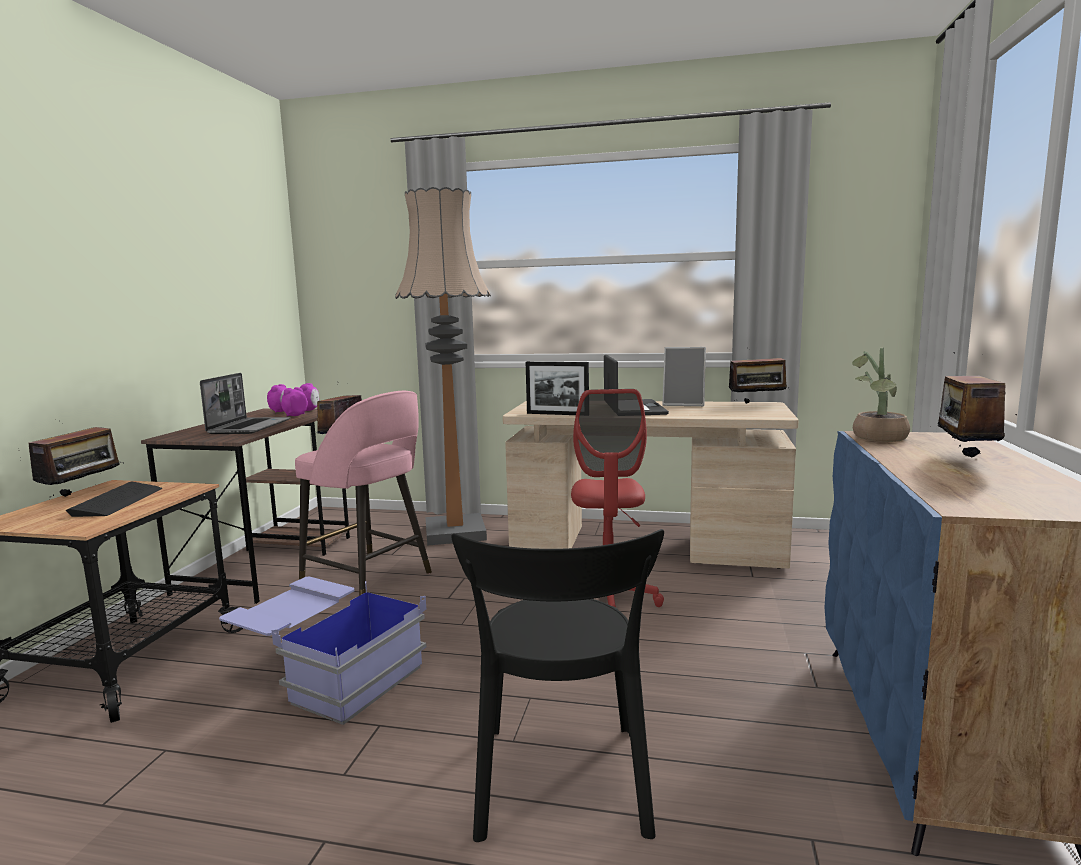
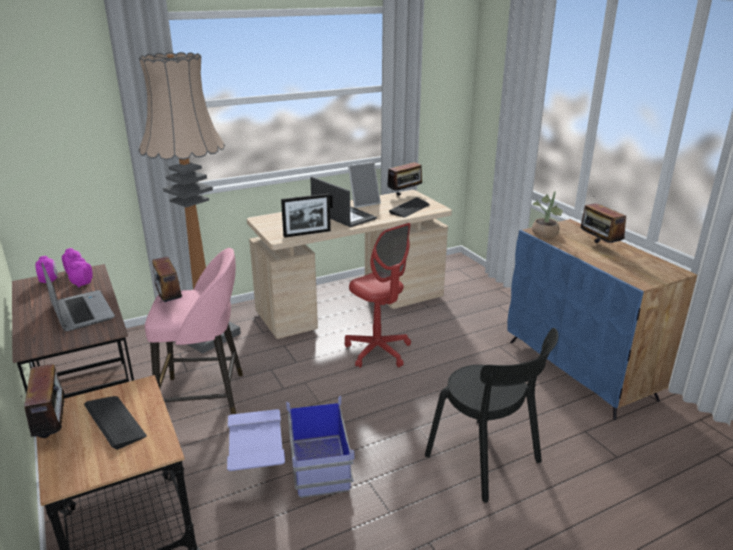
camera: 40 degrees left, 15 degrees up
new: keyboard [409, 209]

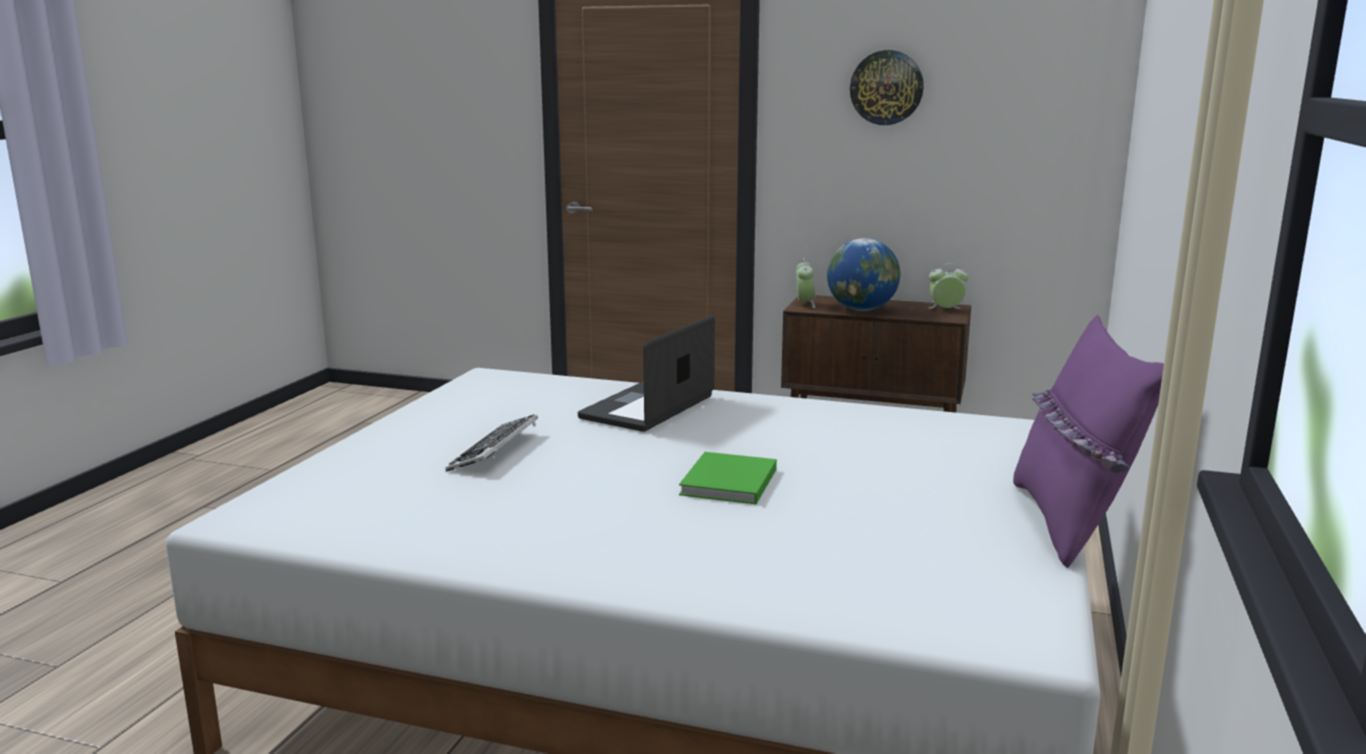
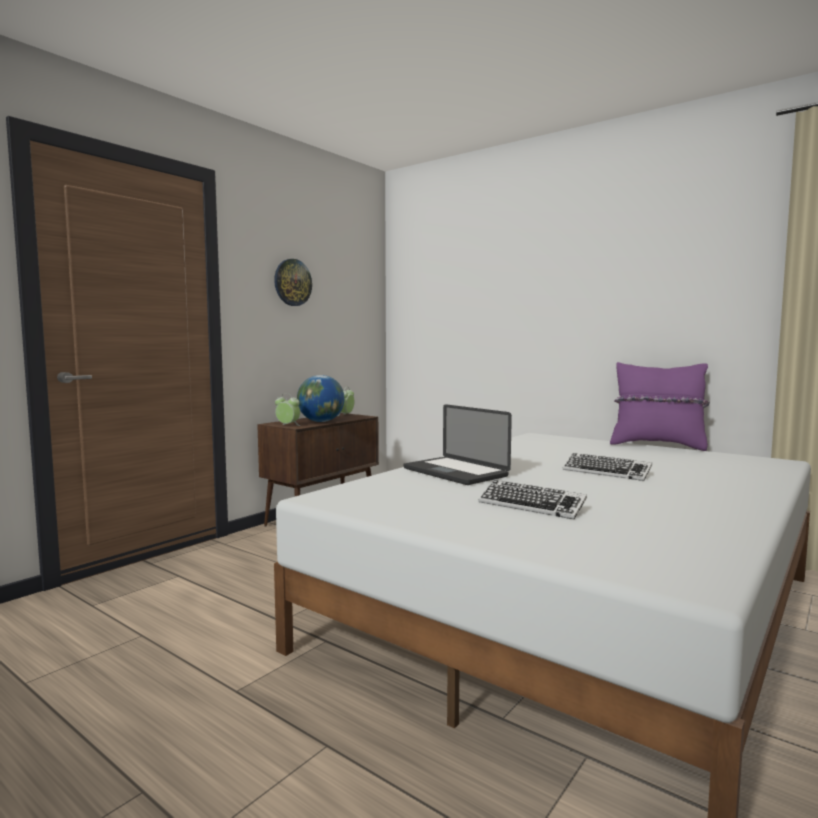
camera: 70 degrees left, 10 degrees down
swapped: green-coloured bound book [728, 483] to keyboard [606, 472]

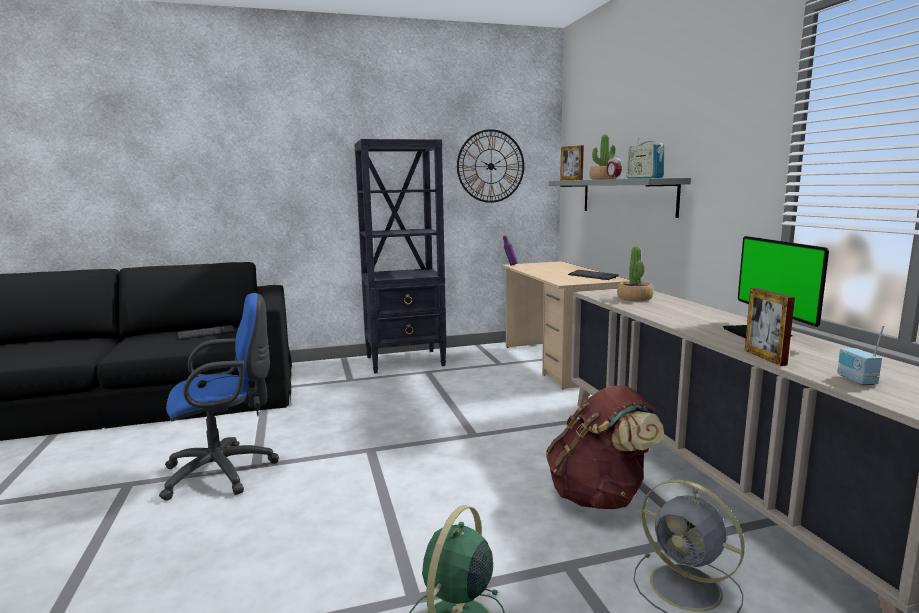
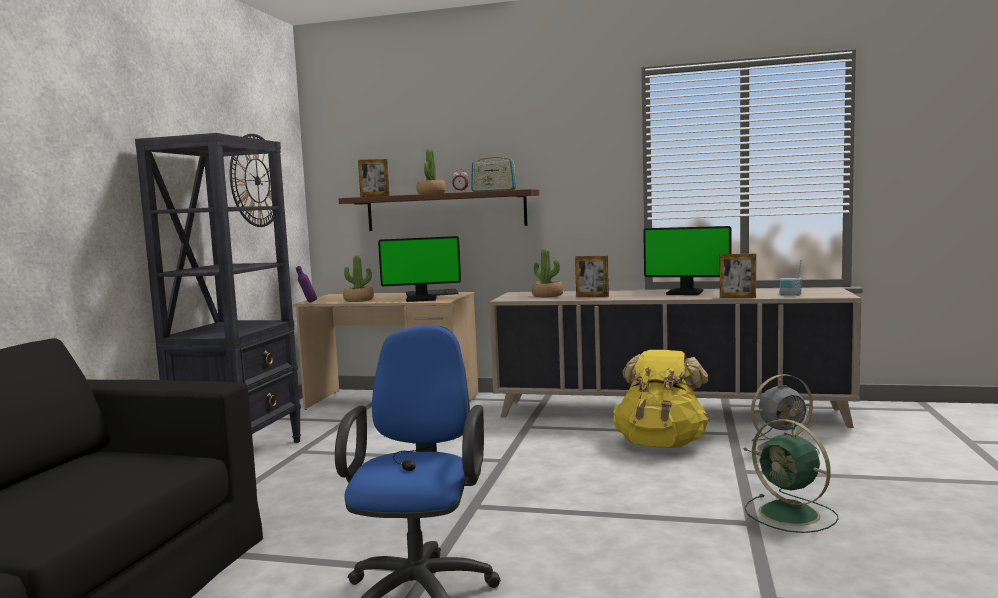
camera: 60 degrees left, 5 degrees down
gone: keyboard [206, 334]
new: computer display [422, 299]; plant in a pot [358, 300]; standing frame [592, 296]
repainted: gray shelf [626, 196] to brown-coloured shelf [445, 211]; brown-coloured rucksack [600, 496] to yellow-coloured rucksack [661, 444]

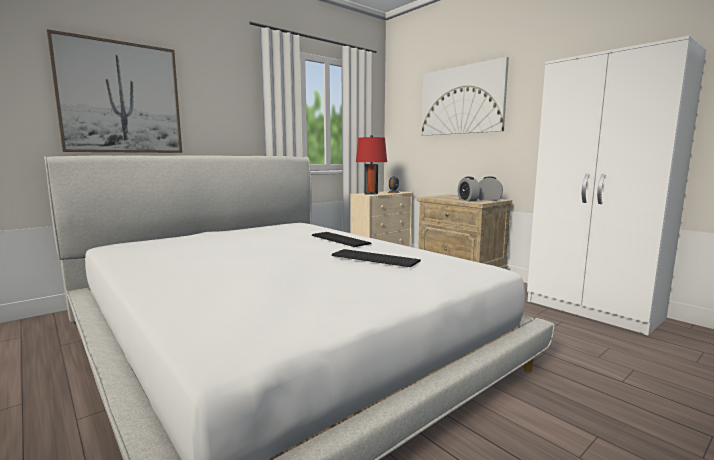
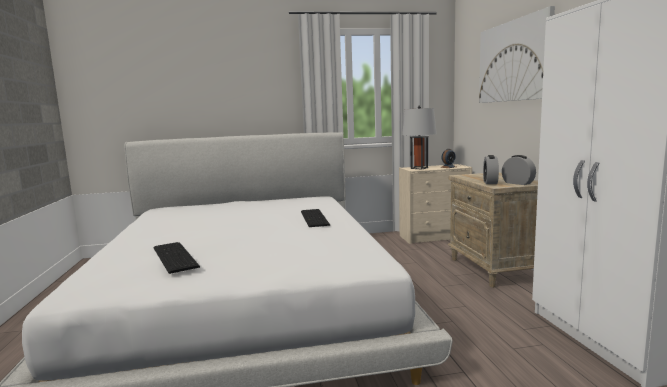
camera: 30 degrees right, 0 degrees up
gone: wall art [121, 98]
shifted: keyboard [375, 258] to [173, 257]
repainted: red lamp for a table [371, 193] to gray lamp for a table [419, 168]

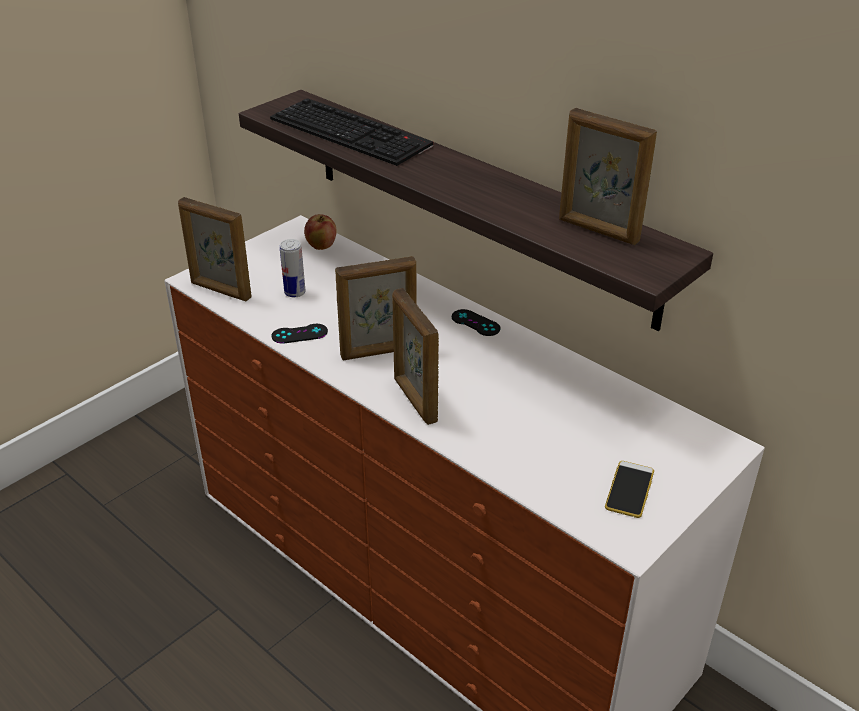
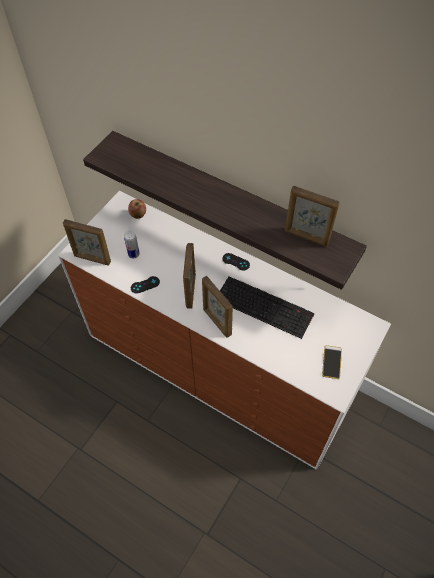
camera: 10 degrees left, 20 degrees up
shifted: keyboard [353, 132] to [265, 306]
rotated: standing frame [379, 352] = [190, 291] 120 degrees clockwise

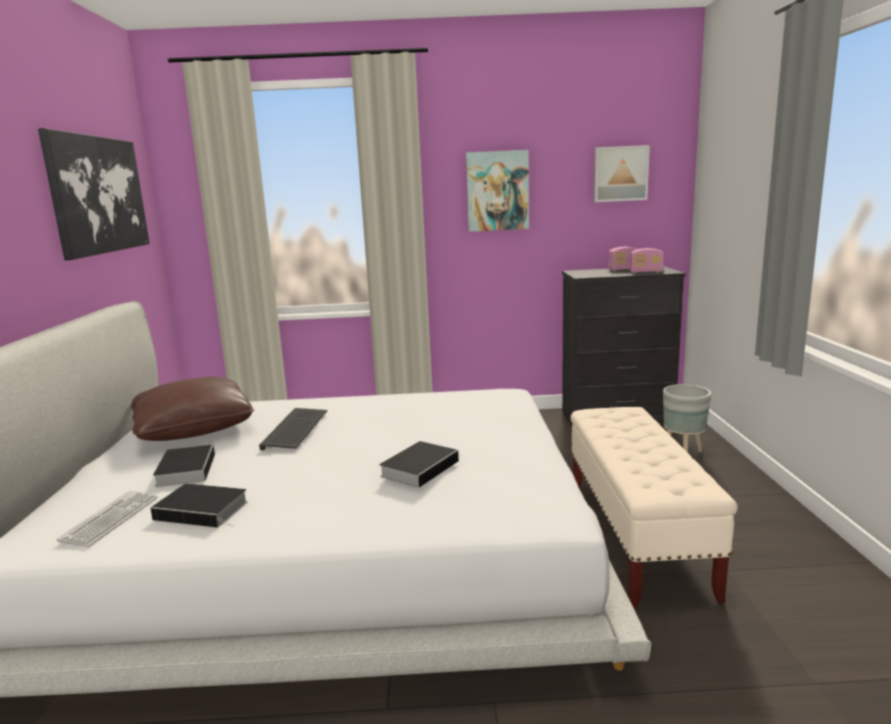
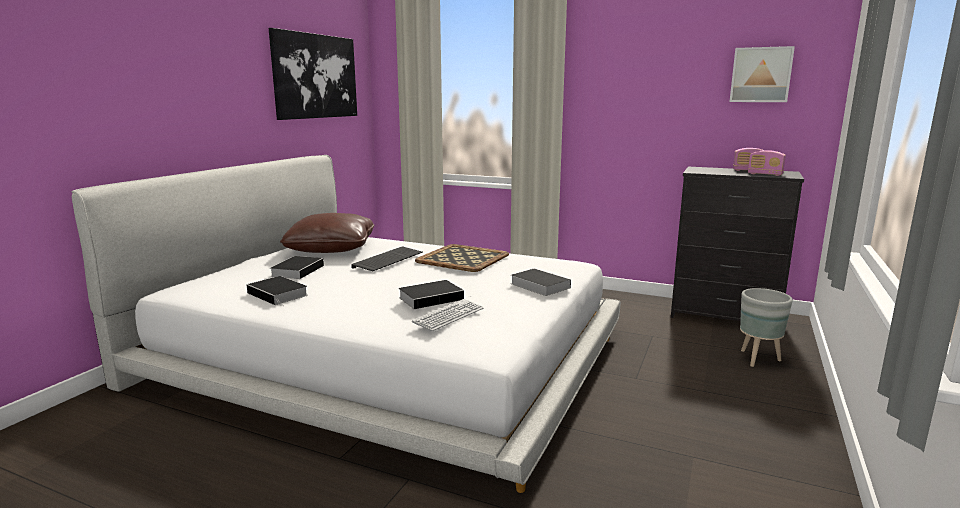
camera: 25 degrees right, 0 degrees up
gone: wall art [497, 191]; beige bench [636, 538]
new: carrying tray [464, 258]; bound book [538, 285]
shifted: keyboard [111, 519] to [449, 316]

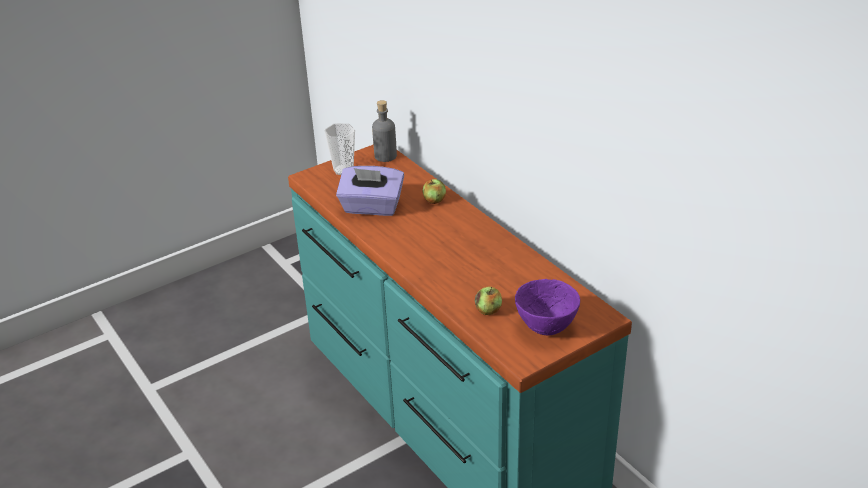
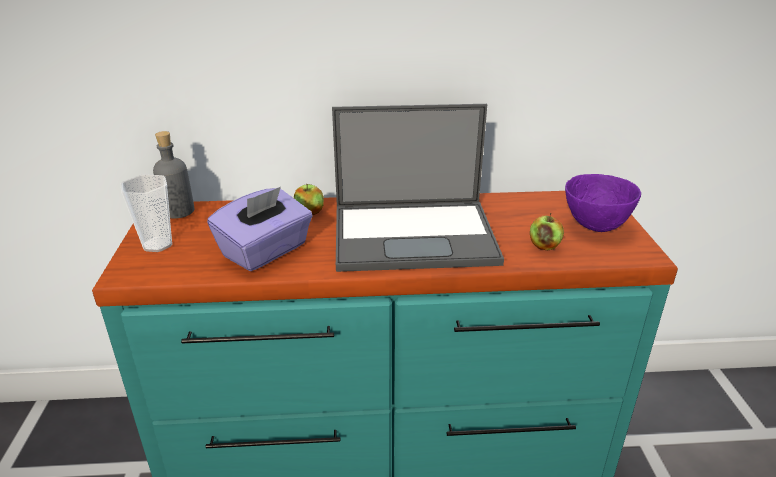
camera: 60 degrees left, 5 degrees down
new: notebook computer [415, 234]

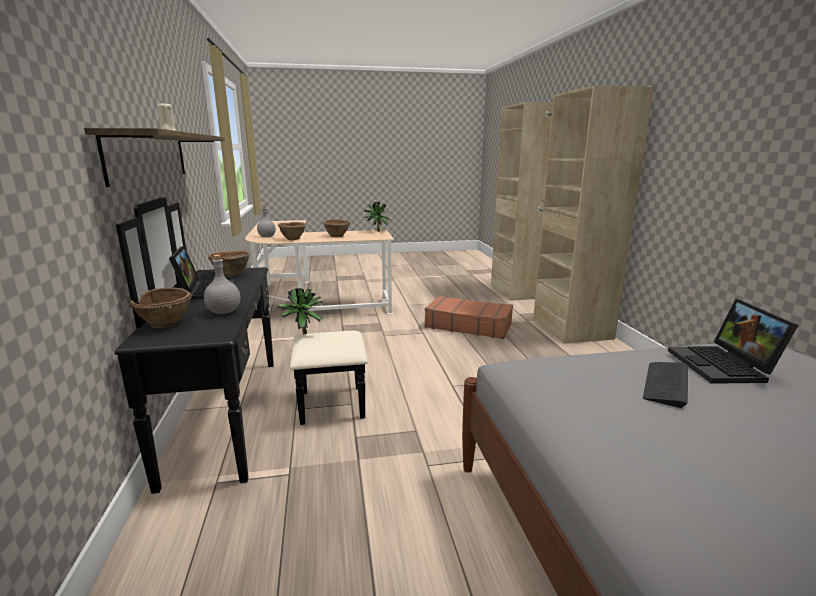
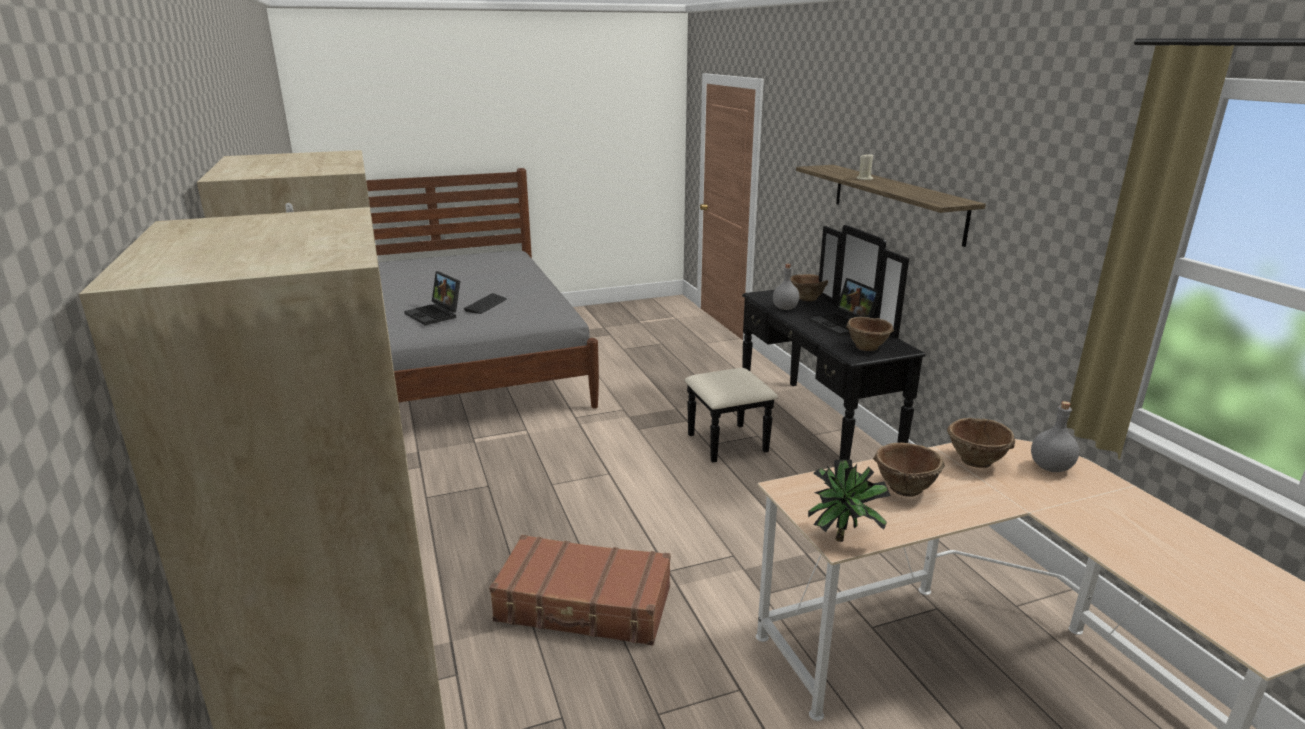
camera: 170 degrees right, 5 degrees up
gone: plant in a pot [301, 333]
rotated: notebook computer [724, 366] = [436, 315] 150 degrees clockwise

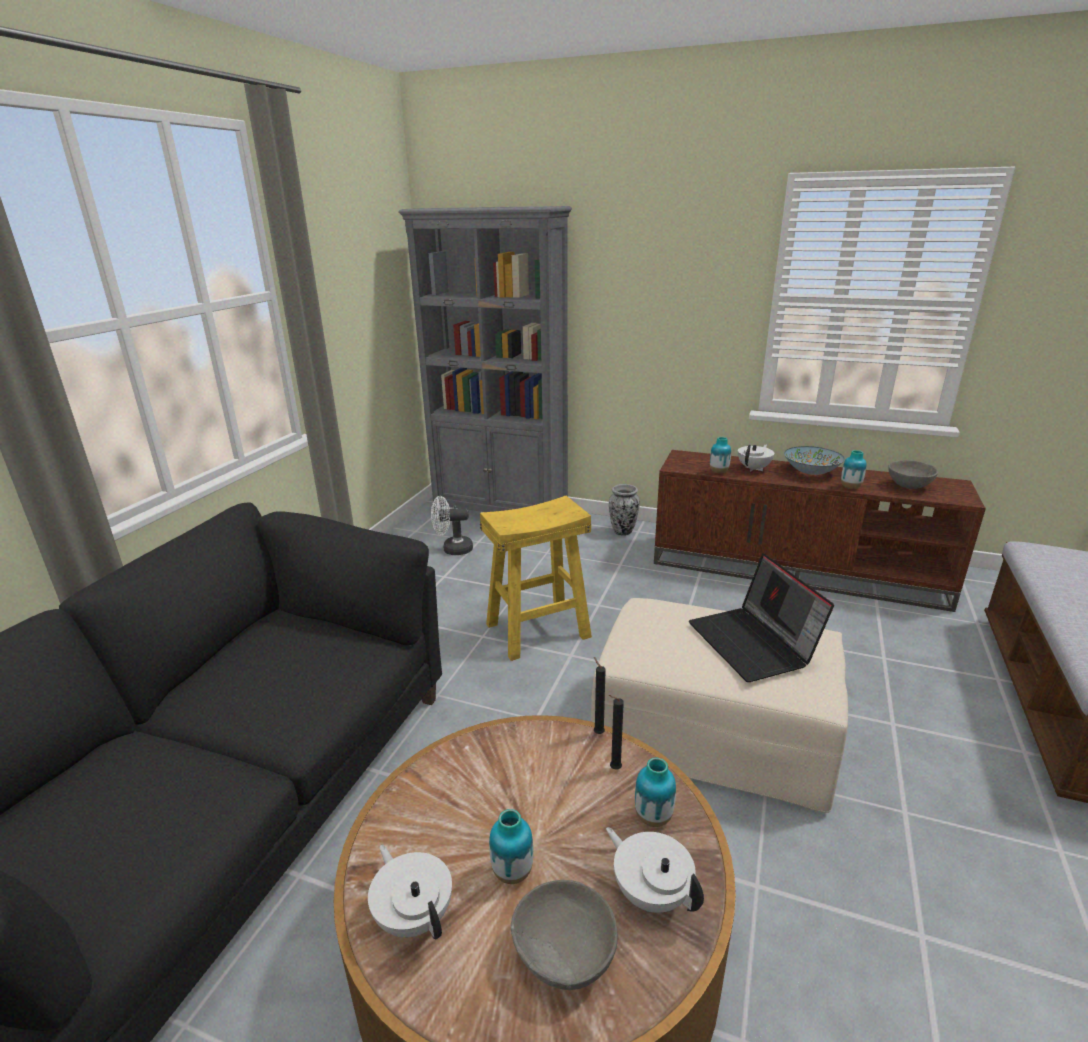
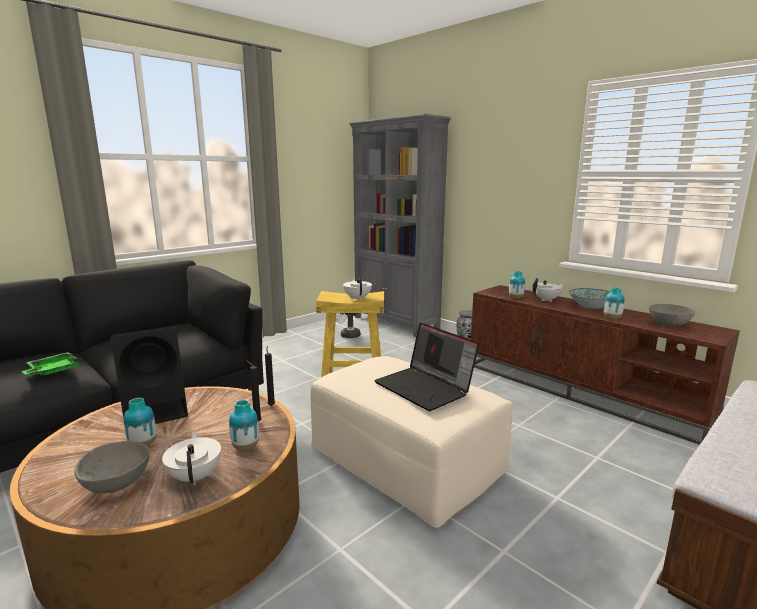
camera: 25 degrees right, 10 degrees down
new: black-coloured audio speaker [157, 410]; green-coloured carrying tray [53, 371]
shifted: whitish tea pot [414, 915] to [357, 298]
rotated: notebook computer [754, 644] = [425, 388] 45 degrees counterclockwise

